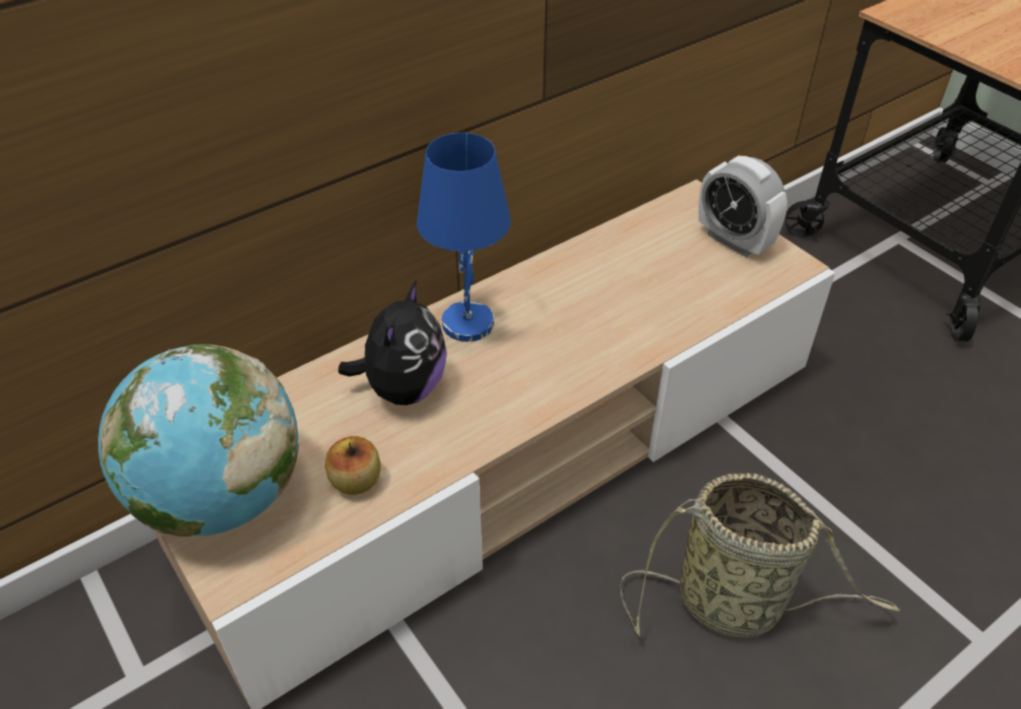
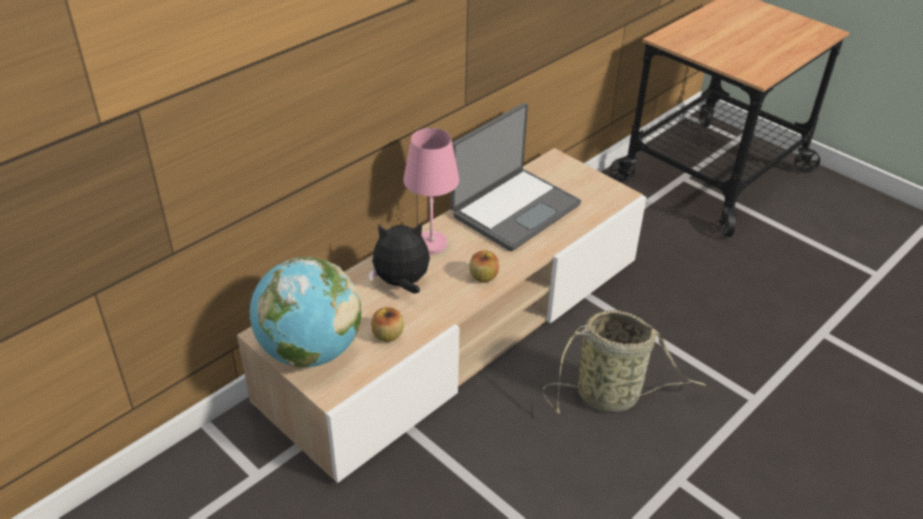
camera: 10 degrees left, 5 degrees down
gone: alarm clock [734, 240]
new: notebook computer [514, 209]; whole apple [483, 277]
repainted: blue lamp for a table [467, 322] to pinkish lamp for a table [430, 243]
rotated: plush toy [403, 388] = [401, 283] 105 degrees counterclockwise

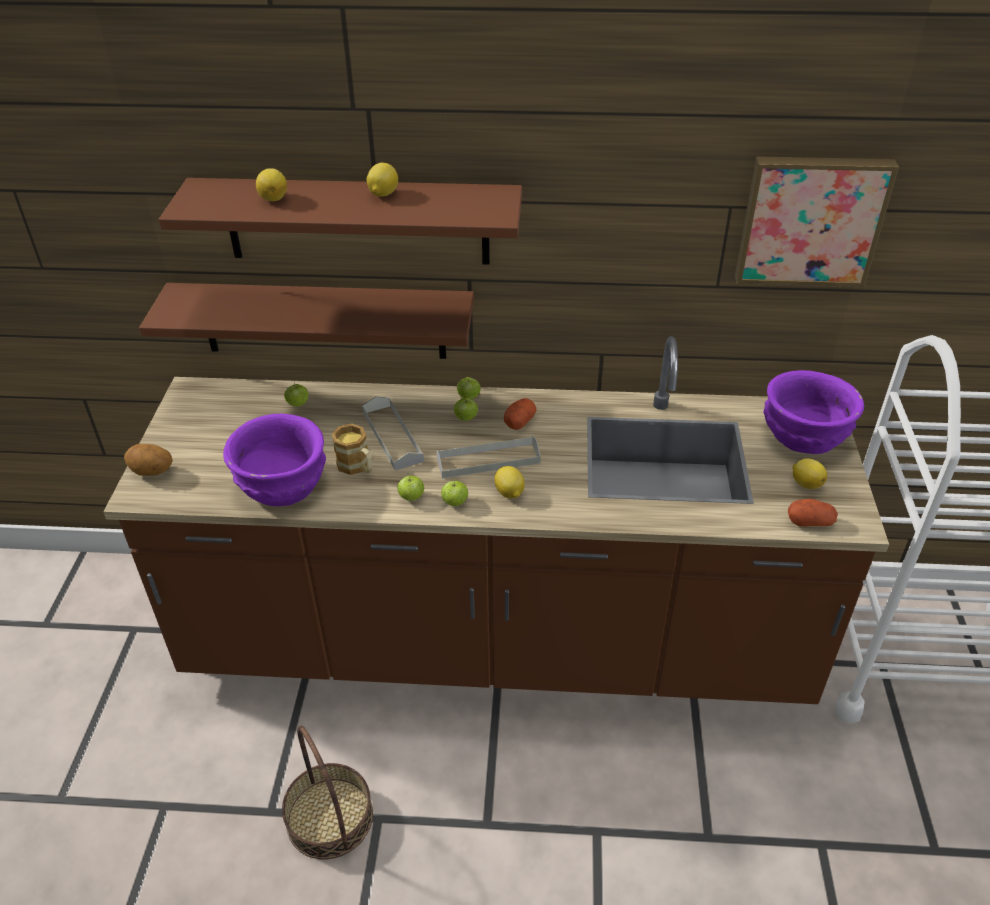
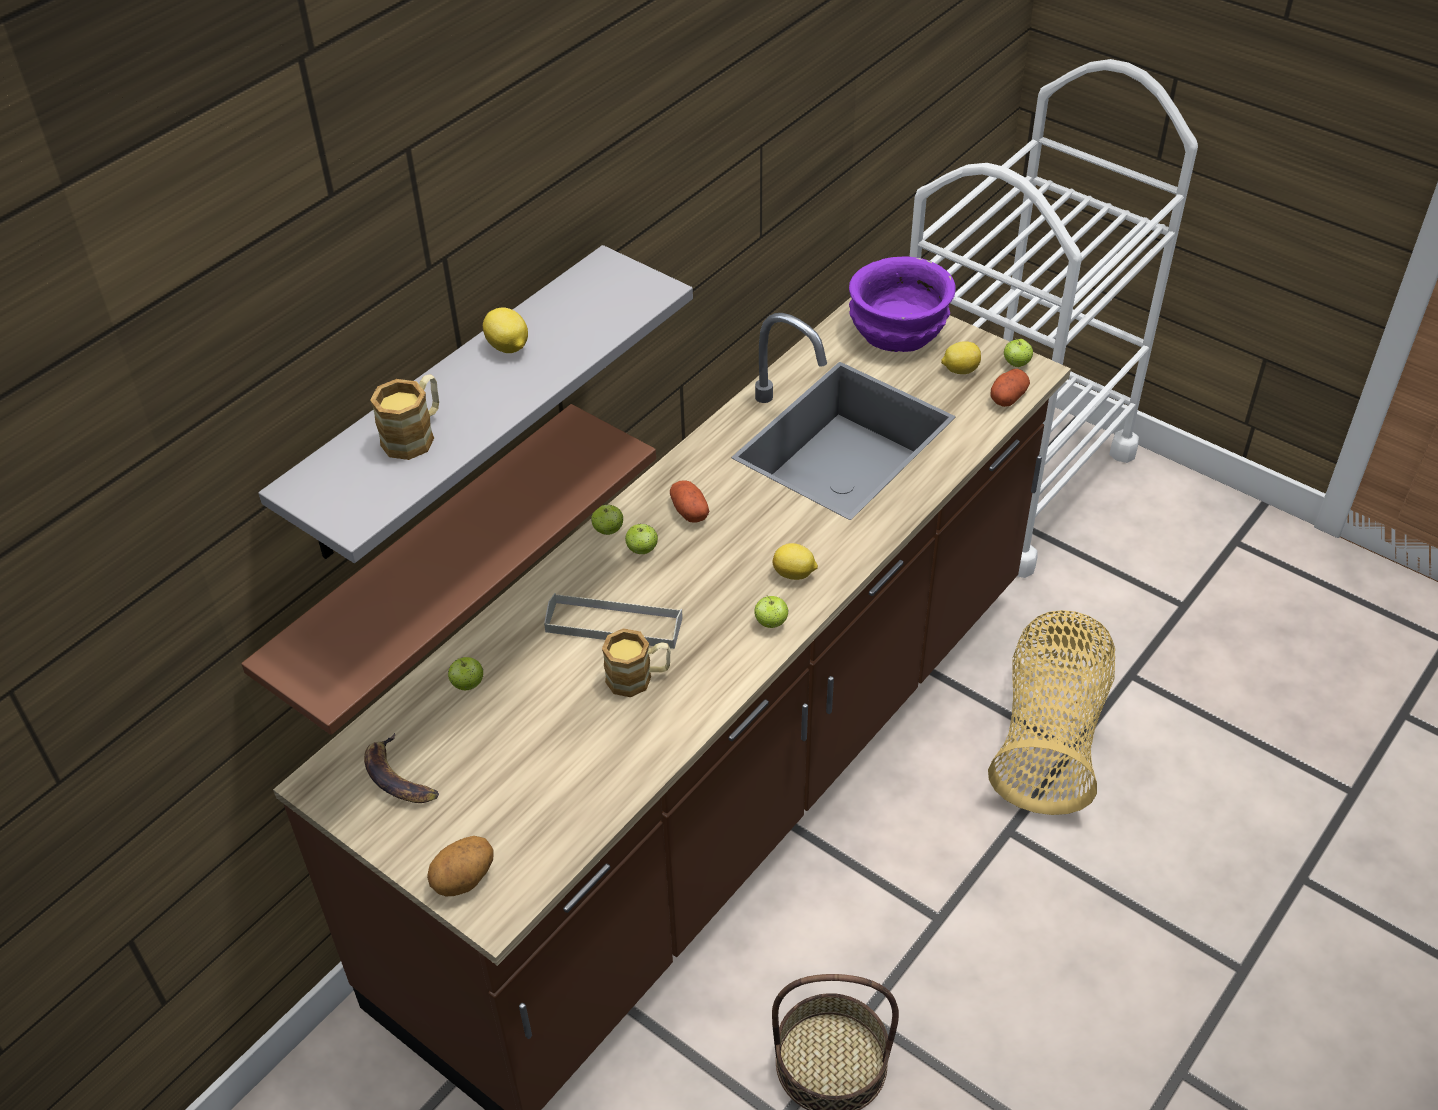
camera: 55 degrees left, 5 degrees up
gone: wall art [810, 220]; purple-coloured deep dish [283, 483]; gray carrying tray [488, 460]
new: household basket [1049, 737]; whole banana [398, 777]
shifted: whole apple [411, 497] to [1016, 364]
swapped: lemon [274, 198] to tea mug [415, 435]
repainted: brown-coloured shelf [357, 221] to gray shelf [452, 406]

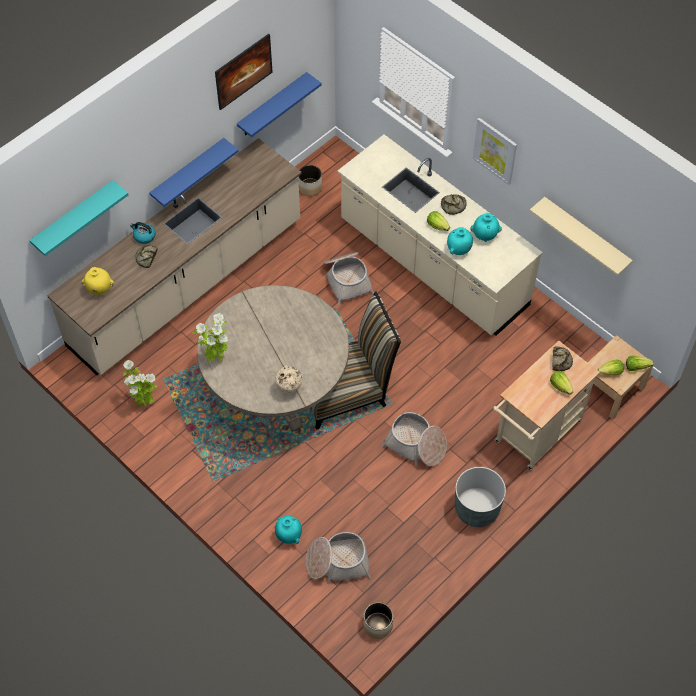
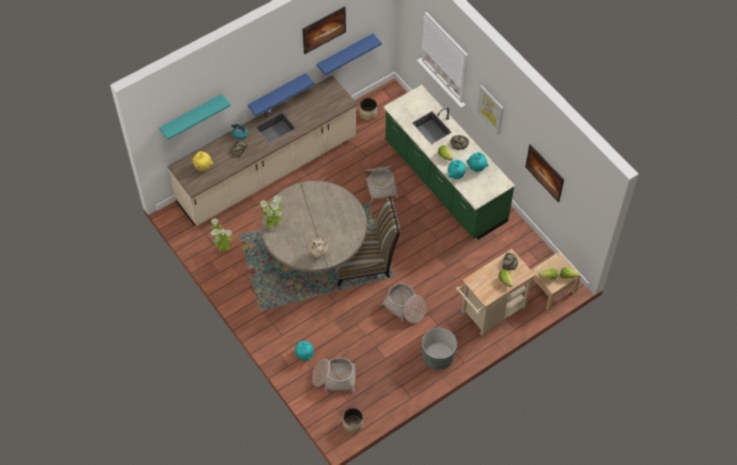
camera: 10 degrees right, 0 degrees up
swapped: beige shelf [586, 235] to wall art [543, 178]
repainted: beige counter [433, 264] to green-coloured counter [444, 182]

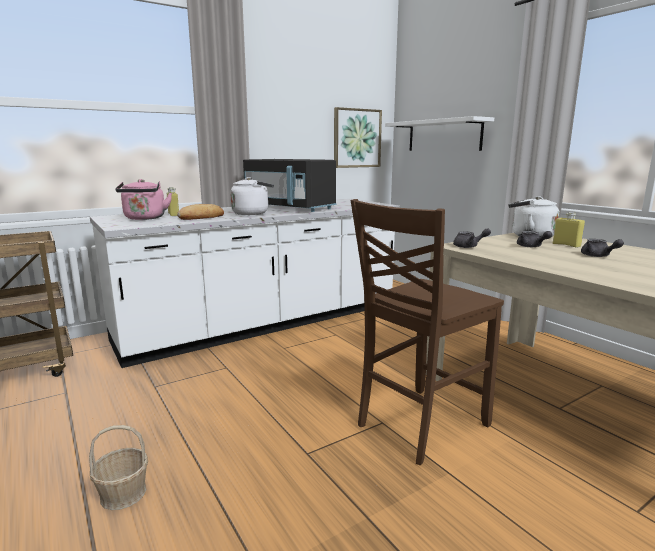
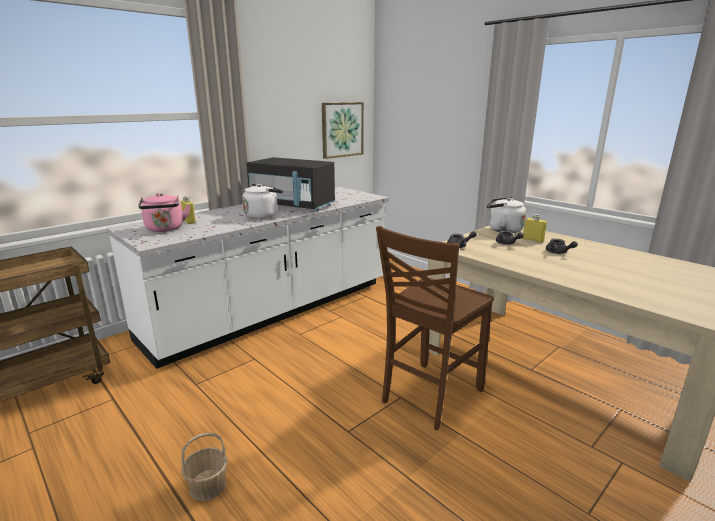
camera: 10 degrees left, 5 degrees up
gone: whitish shelf [443, 135]; bread [201, 217]

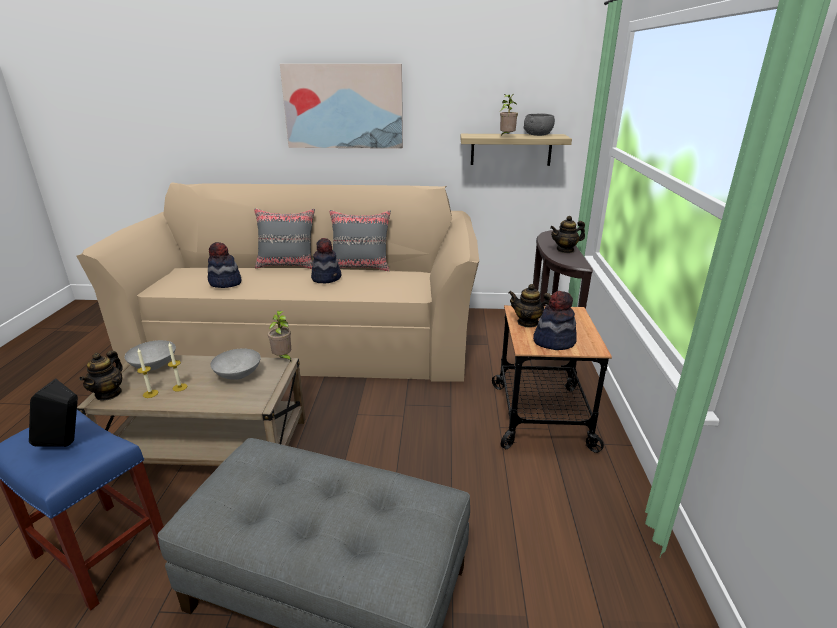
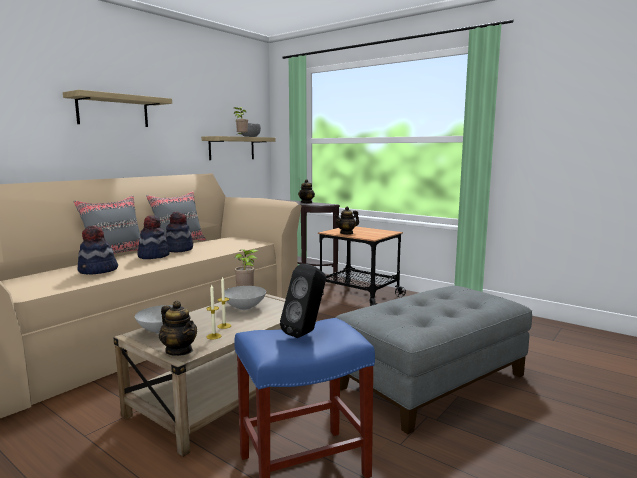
camera: 55 degrees left, 15 degrees down
shifted: wearable hat [554, 341] to [153, 256]
swapped: wall art [343, 106] to shelf [113, 111]

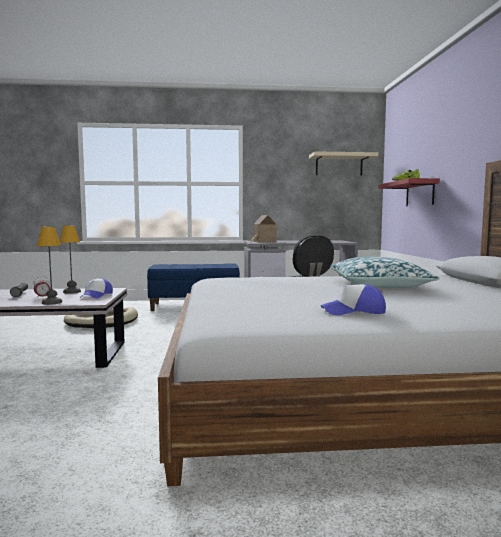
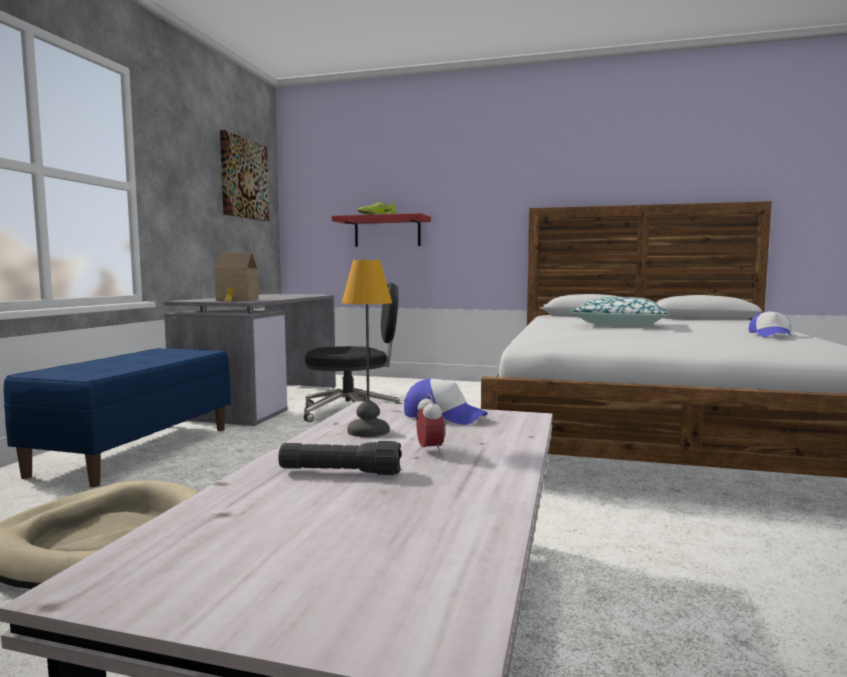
camera: 70 degrees left, 0 degrees up
gone: lamp for a table [52, 302]
swapped: beige shelf [339, 165] to wall art [243, 179]

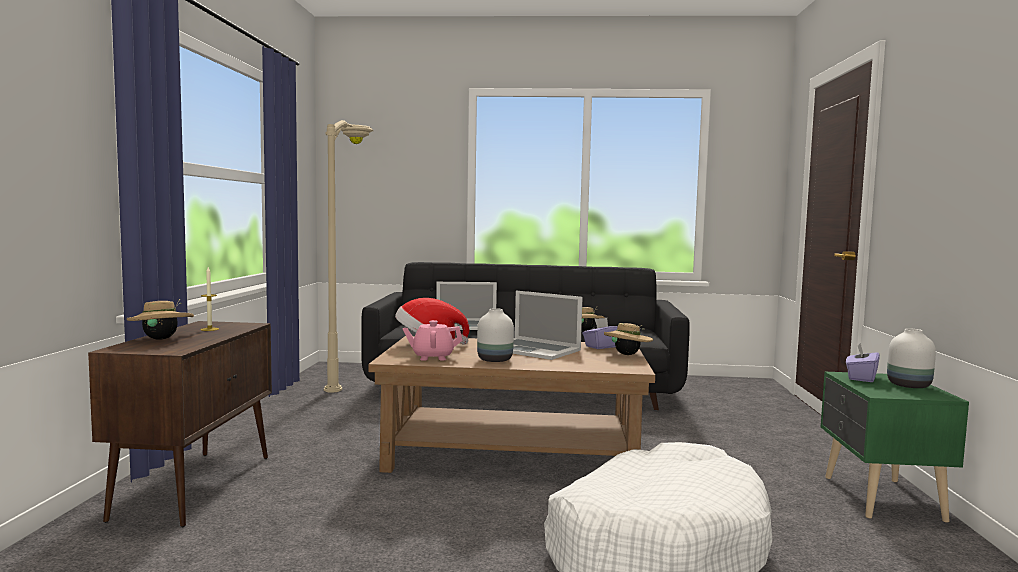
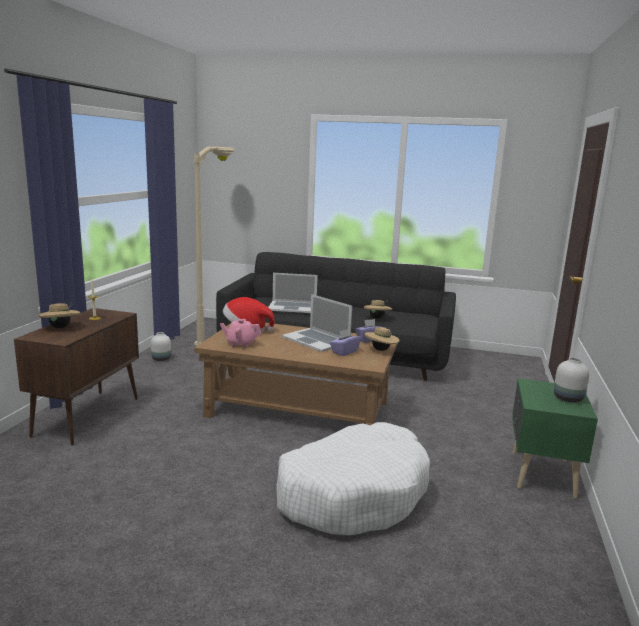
camera: 10 degrees right, 10 degrees up
shifted: whitish decorative vase [494, 360] to [161, 359]; purple-coloured box of tissues [861, 378] to [344, 352]

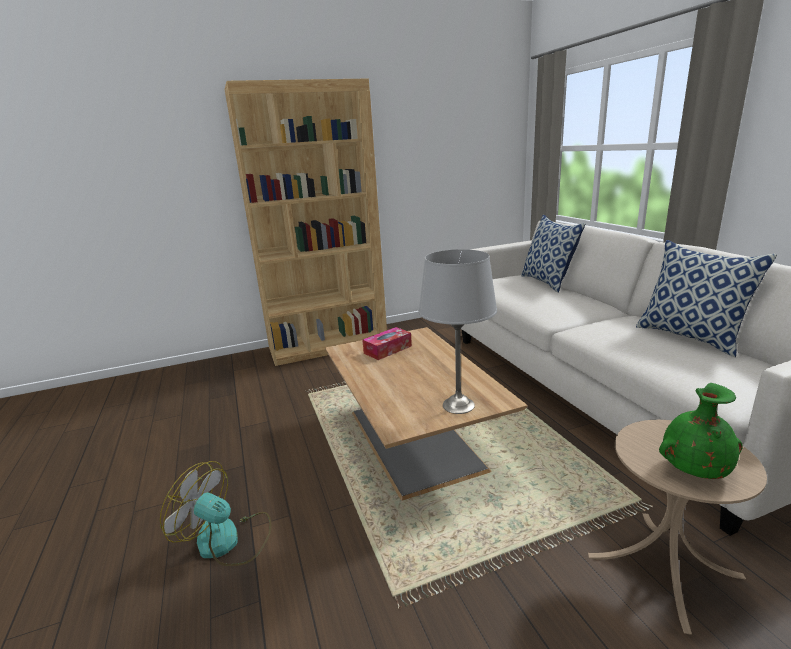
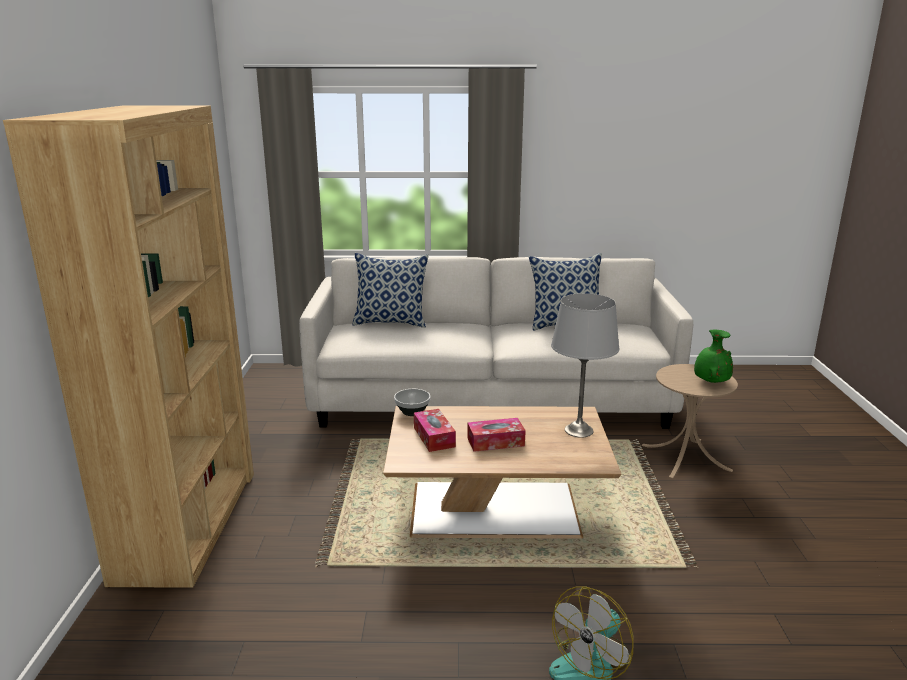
camera: 70 degrees left, 0 degrees up
new: deep dish [412, 412]; box of tissues [495, 442]

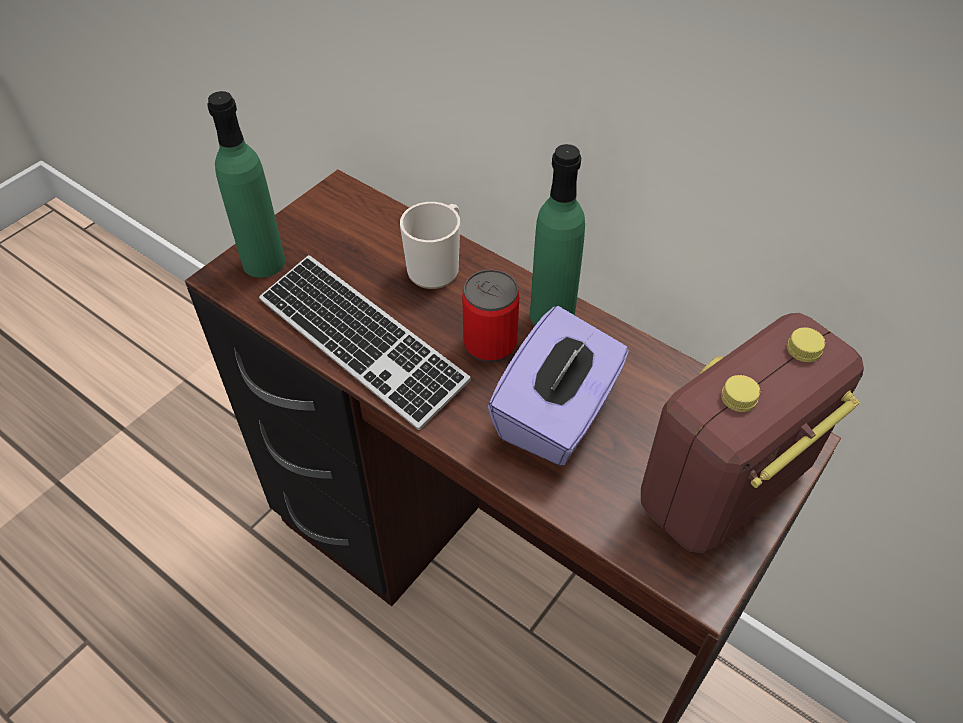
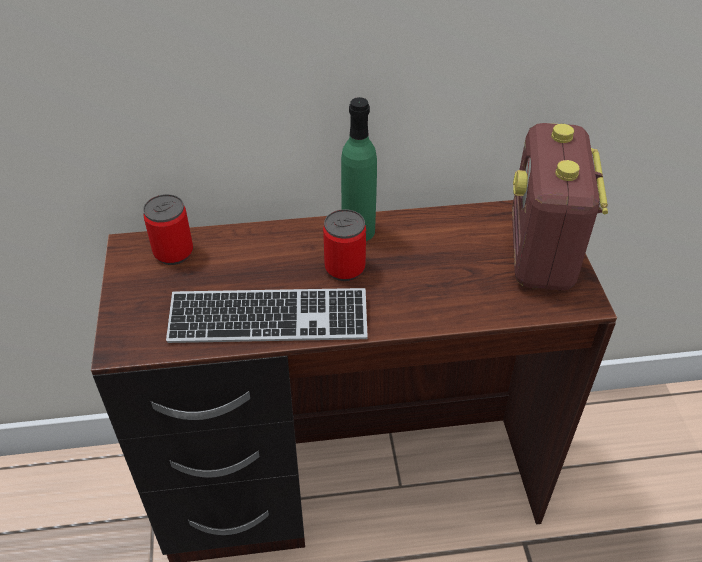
camera: 45 degrees left, 5 degrees down
gone: green-coloured drink bottle [264, 262]; tea mug [437, 267]; purple-coloured box of tissues [557, 415]
new: can [173, 252]

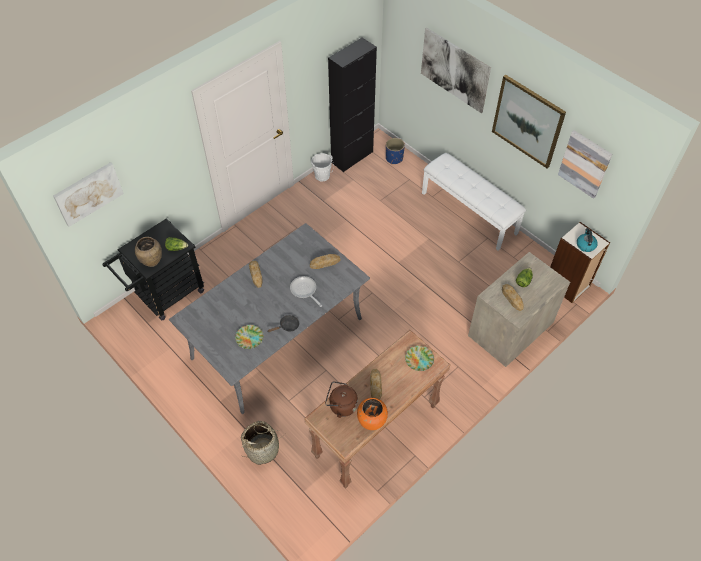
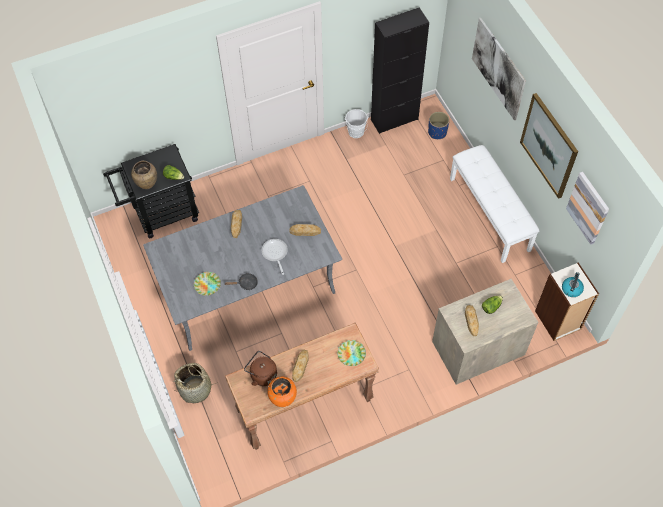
camera: 20 degrees right, 5 degrees up
gone: wall art [88, 193]

